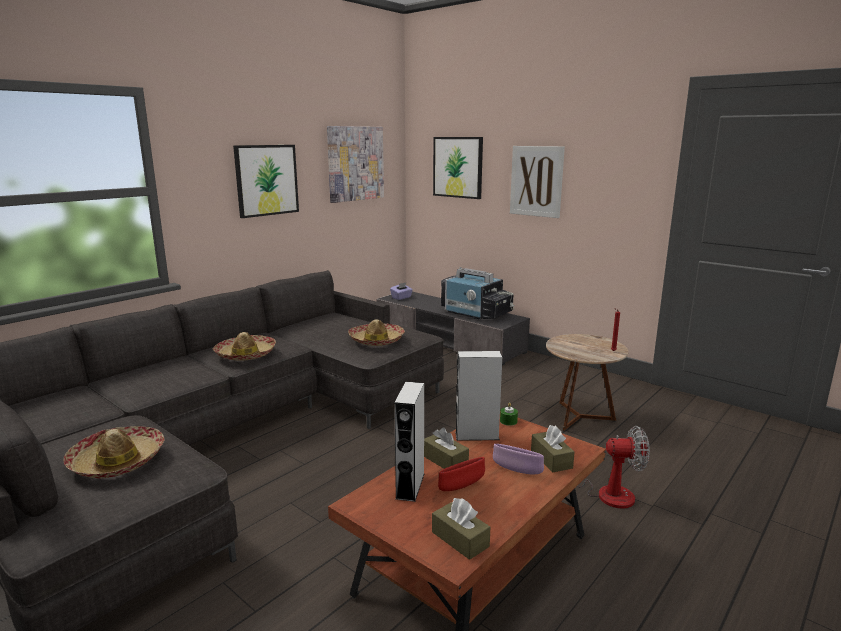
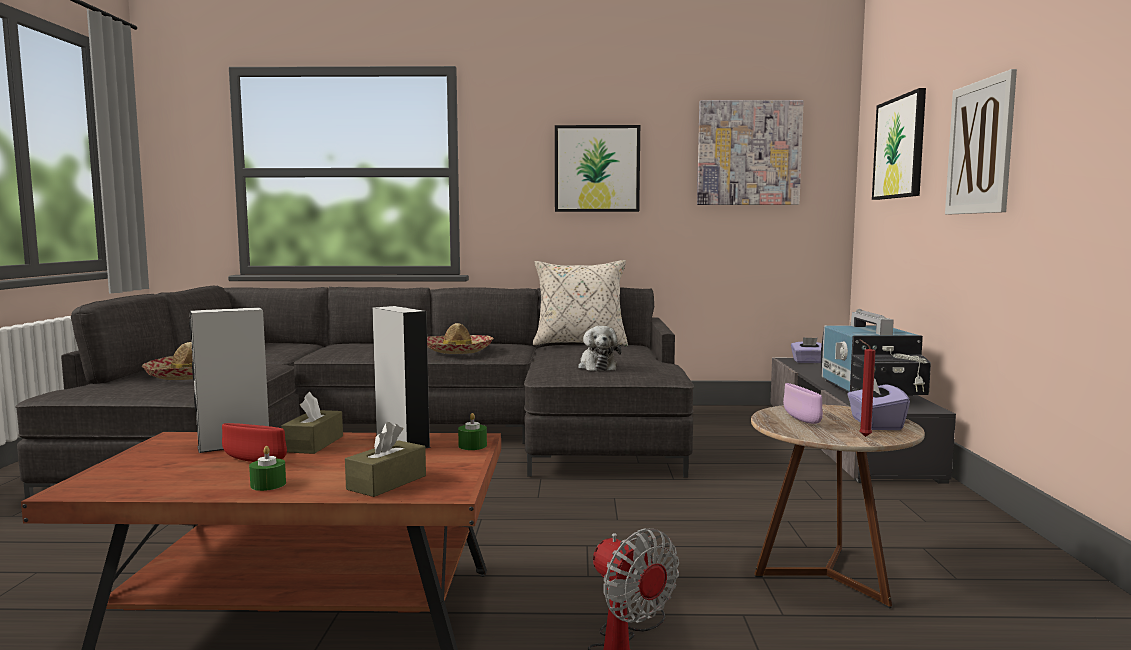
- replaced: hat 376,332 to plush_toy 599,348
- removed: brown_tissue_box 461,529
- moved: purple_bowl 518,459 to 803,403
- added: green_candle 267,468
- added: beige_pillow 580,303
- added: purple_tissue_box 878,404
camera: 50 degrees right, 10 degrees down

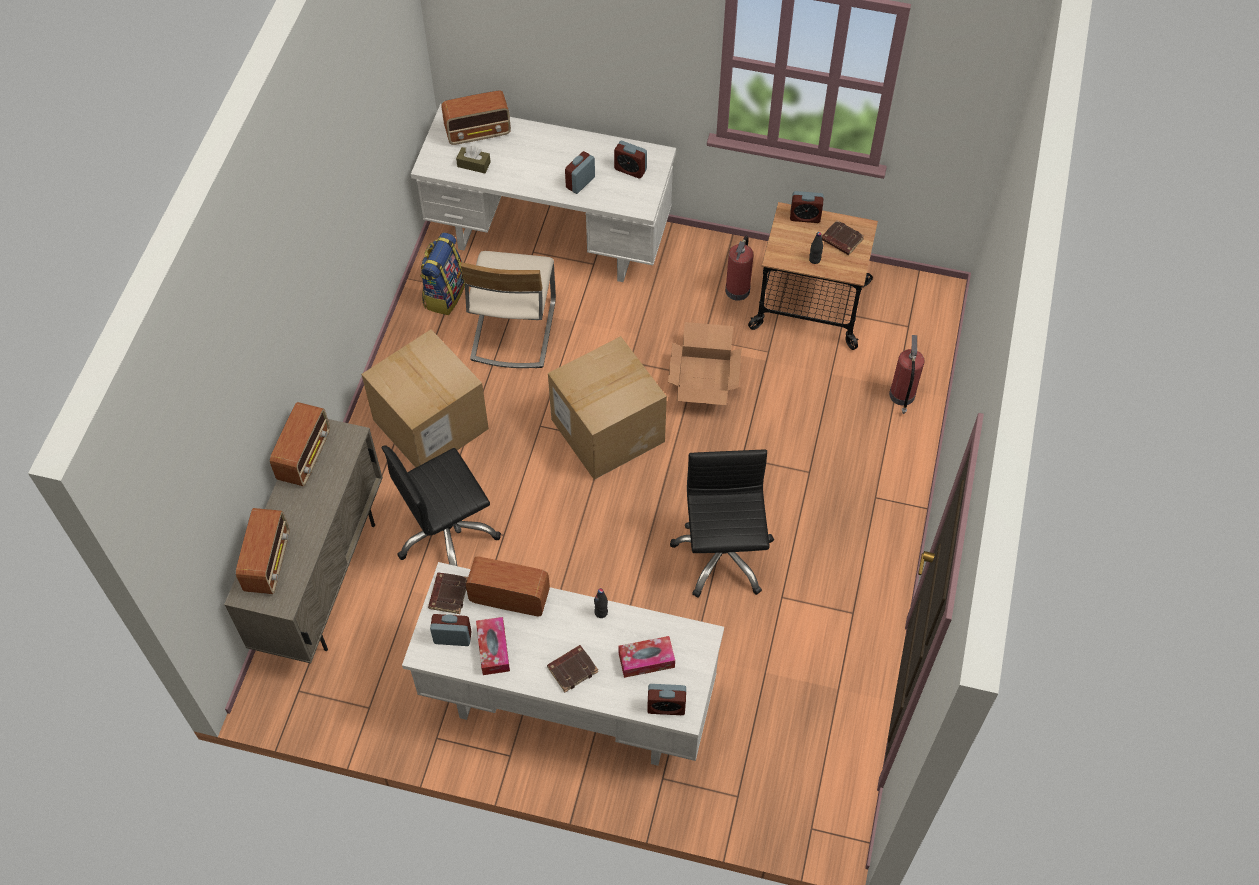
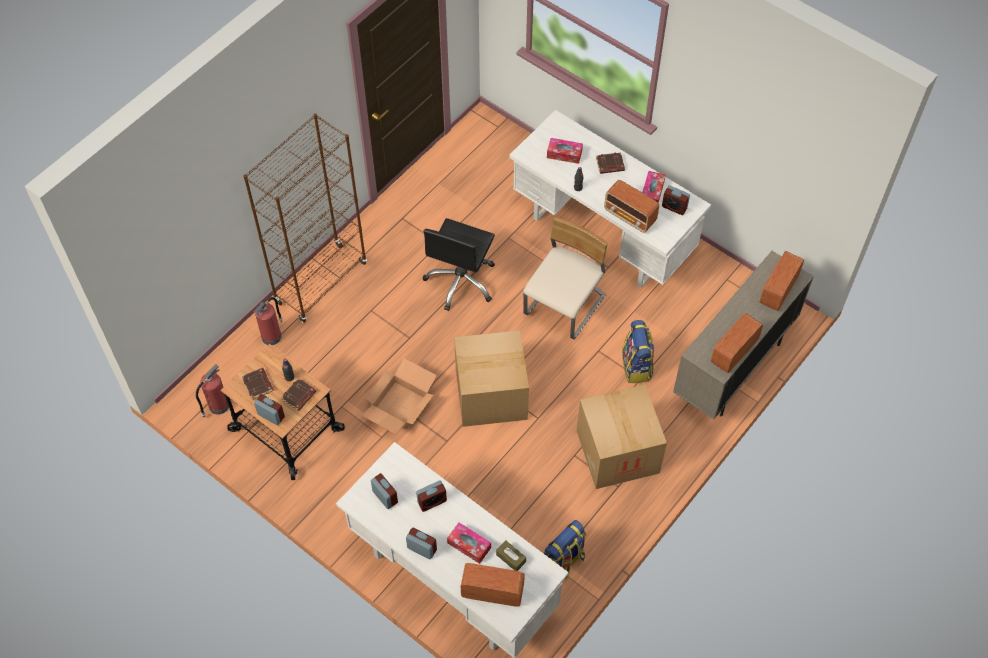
- replaced: black_office_chair 441,505 to backpack 638,351
- moved: brown_book 448,593 to 298,394
- moved: beige_chair 508,309 to 565,278
- moved: alarm_clock 666,699 to 421,543
- moved: fire_extinguisher 739,268 to 212,390
- added: brown_bookcase 305,218
- added: tissue_box 469,543
camera: 155 degrees left, 0 degrees up

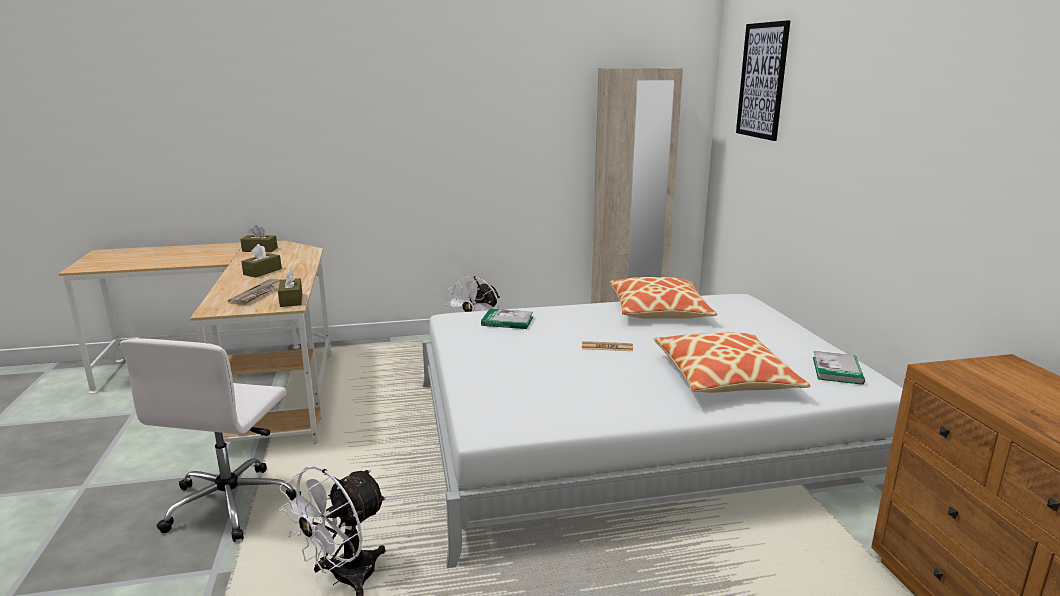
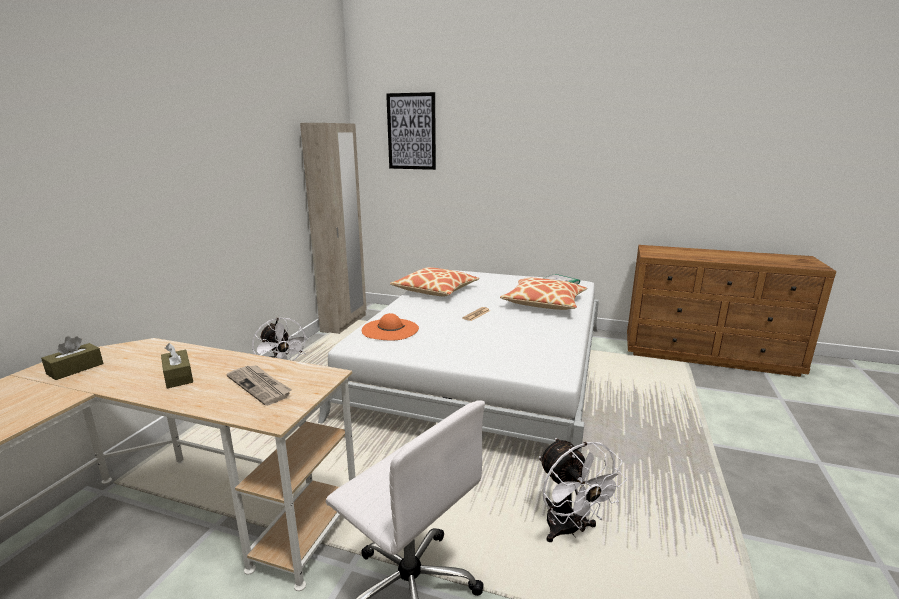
- removed: brown_tissue_box 290,288
- replaced: book 507,319 to orange_hat 390,326
camera: 60 degrees left, 0 degrees up

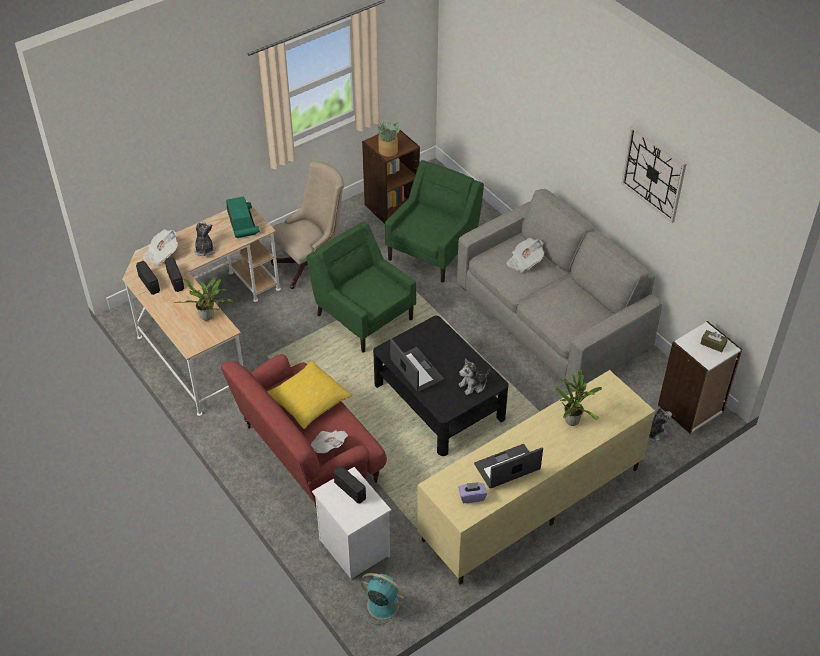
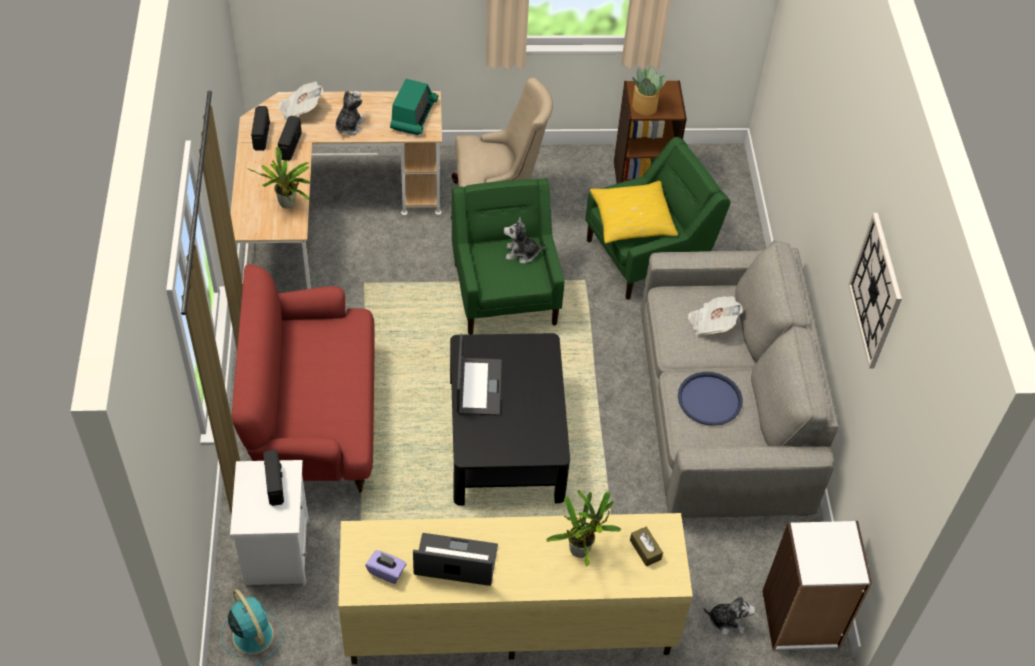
- moved: yellow_pillow 309,394 to 634,212
- removed: newspaper 329,441
- moved: plush_toy 474,376 to 525,240
- moved: brown_tissue_box 714,341 to 646,546
- added: blue_tray 710,399
camera: 30 degrees right, 5 degrees up

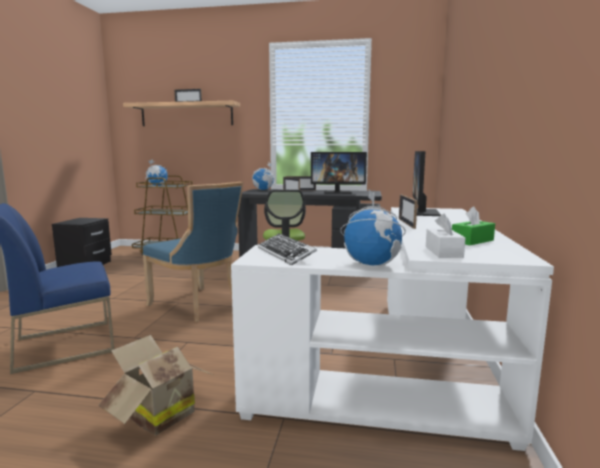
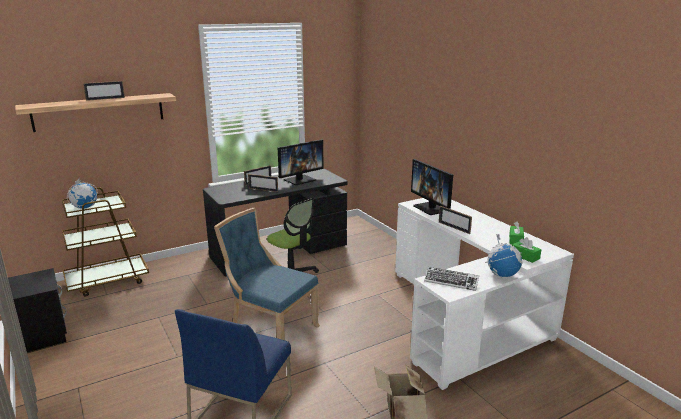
- turned: blue_chair 193,252 = 267,274 150 degrees counterclockwise
- removed: globe 263,176
- recoloured: white_tissue_box 445,235 to green_tissue_box 527,250
camera: 40 degrees left, 10 degrees up

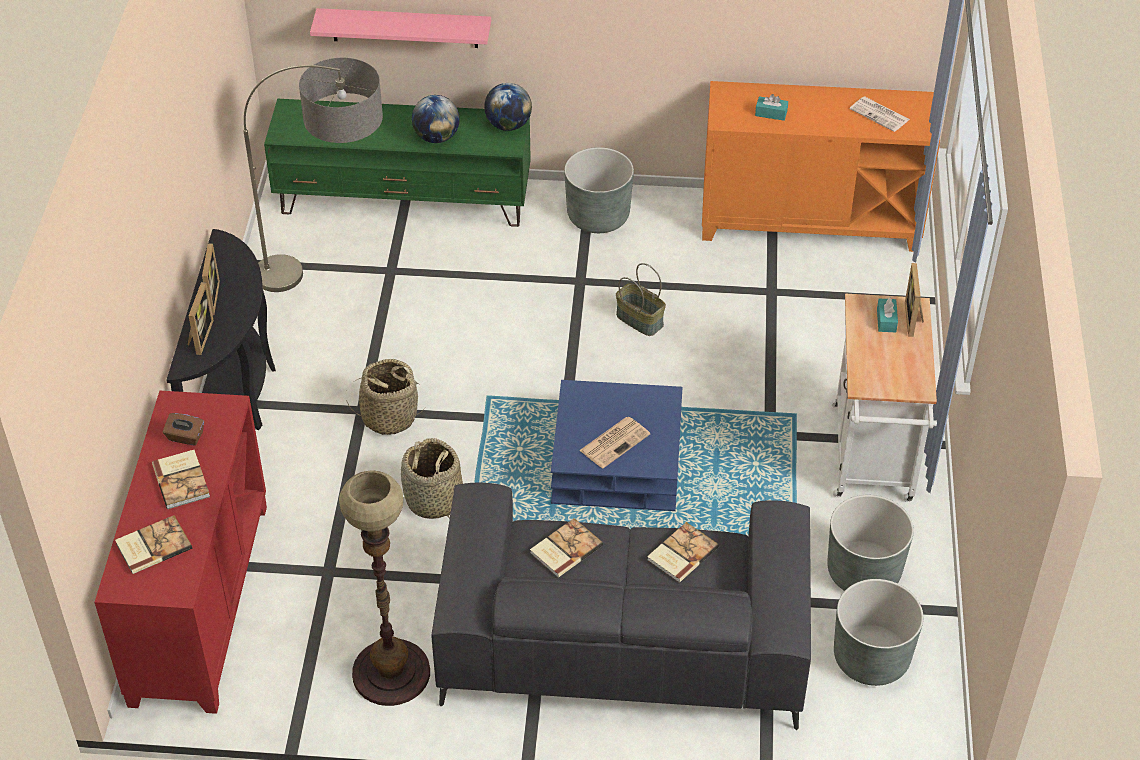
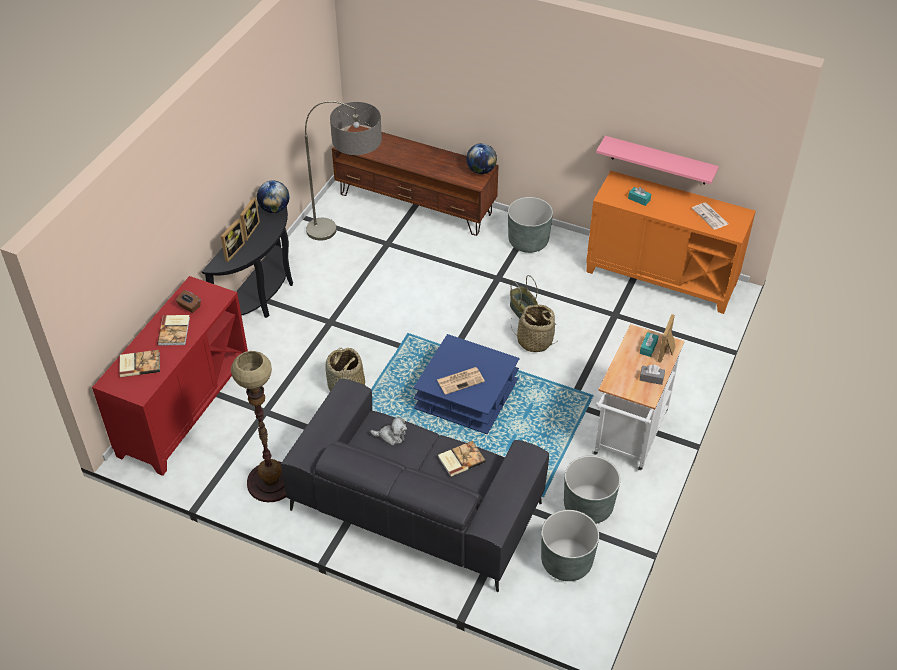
- recoloured: green_tv_stand 397,163 to brown_tv_stand 415,180
- moved: pink_shelf 400,28 to 657,160
- moved: basket 385,397 to 533,328
- moved: globe 436,119 to 273,197
- replaced: book 566,548 to plush_toy 388,431
- added: grey_tissue_box 652,375
camera: 20 degrees right, 0 degrees up

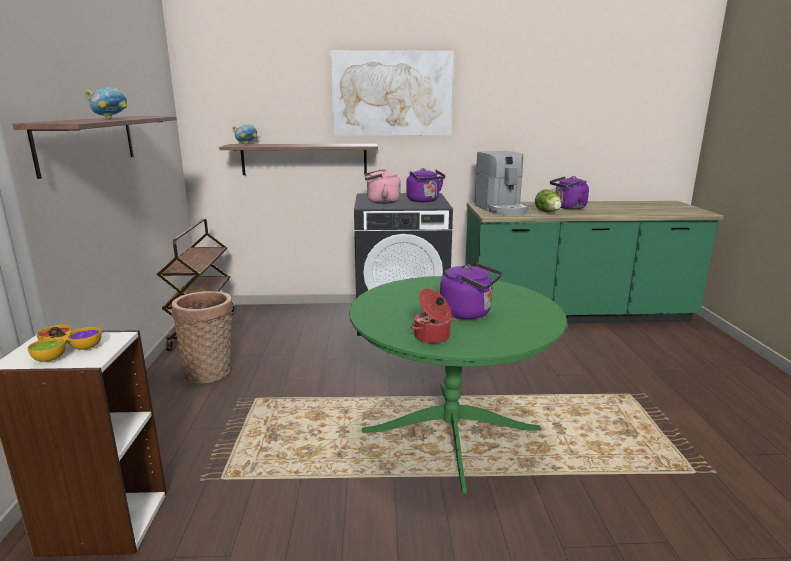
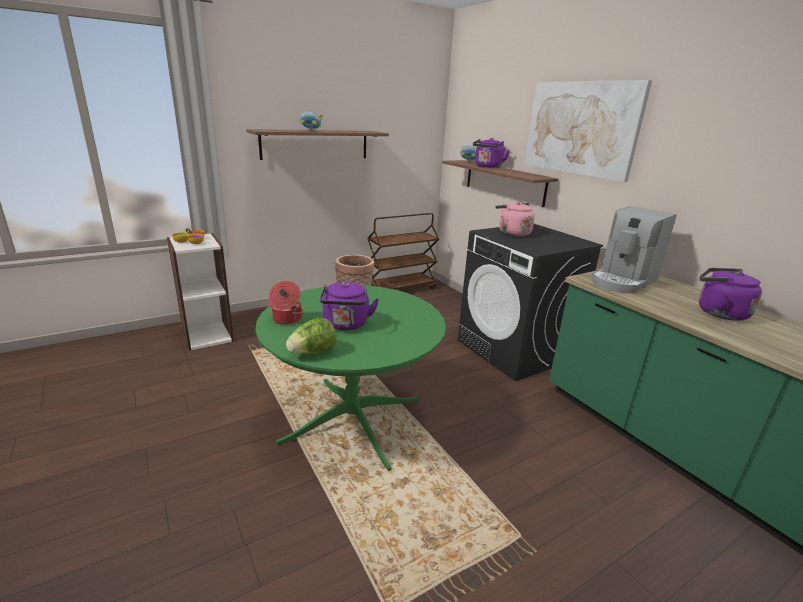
- moved: purple_kettle 425,185 to 491,153
- moved: lettuce 548,200 to 311,335
camera: 60 degrees right, 5 degrees up

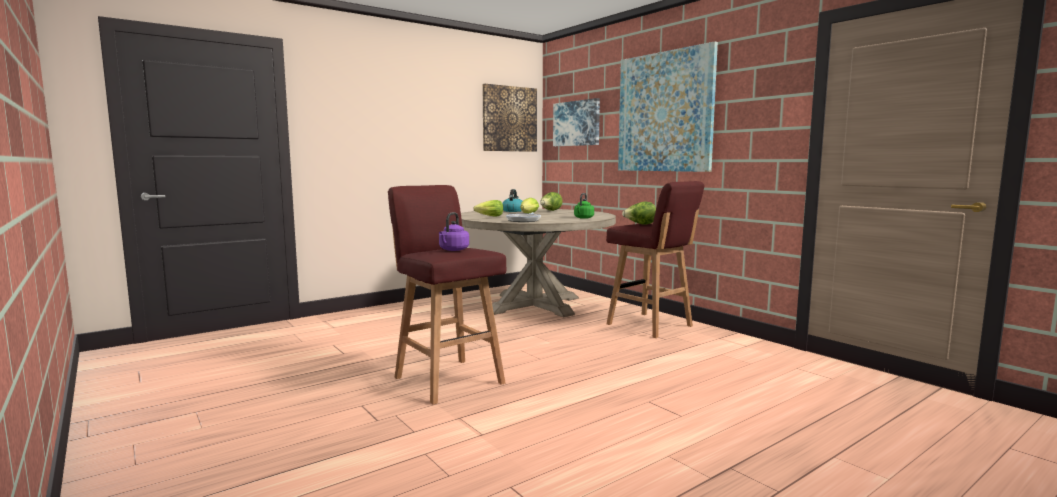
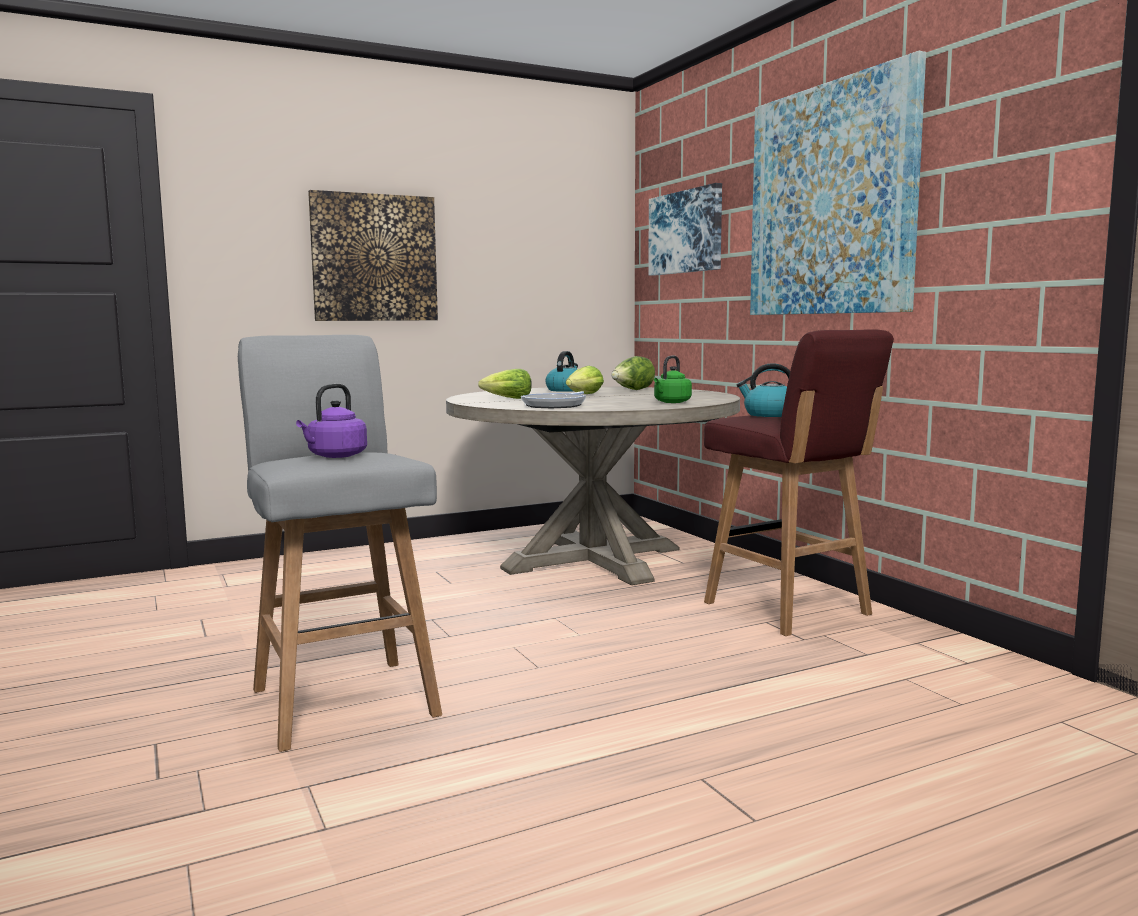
- recoloured: red_stool 447,295 to grey_stool 340,543
- moved: picture 509,118 to 373,255
- replaced: lettuce 639,213 to kettle 763,390
camera: 10 degrees right, 0 degrees up

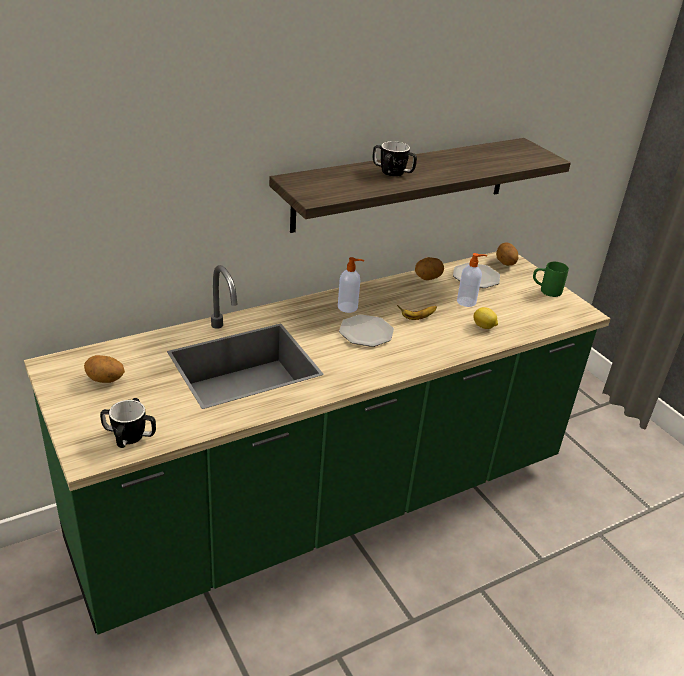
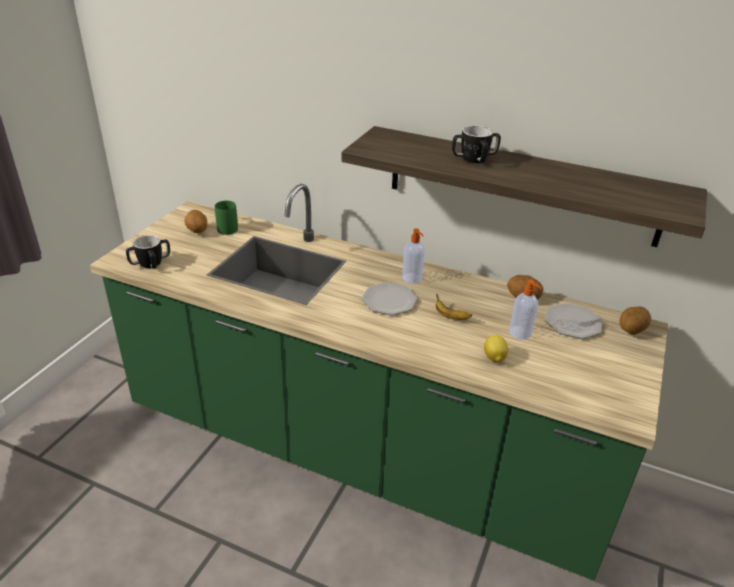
- moved: green_mug 551,279 to 226,218
camera: 55 degrees right, 0 degrees up

